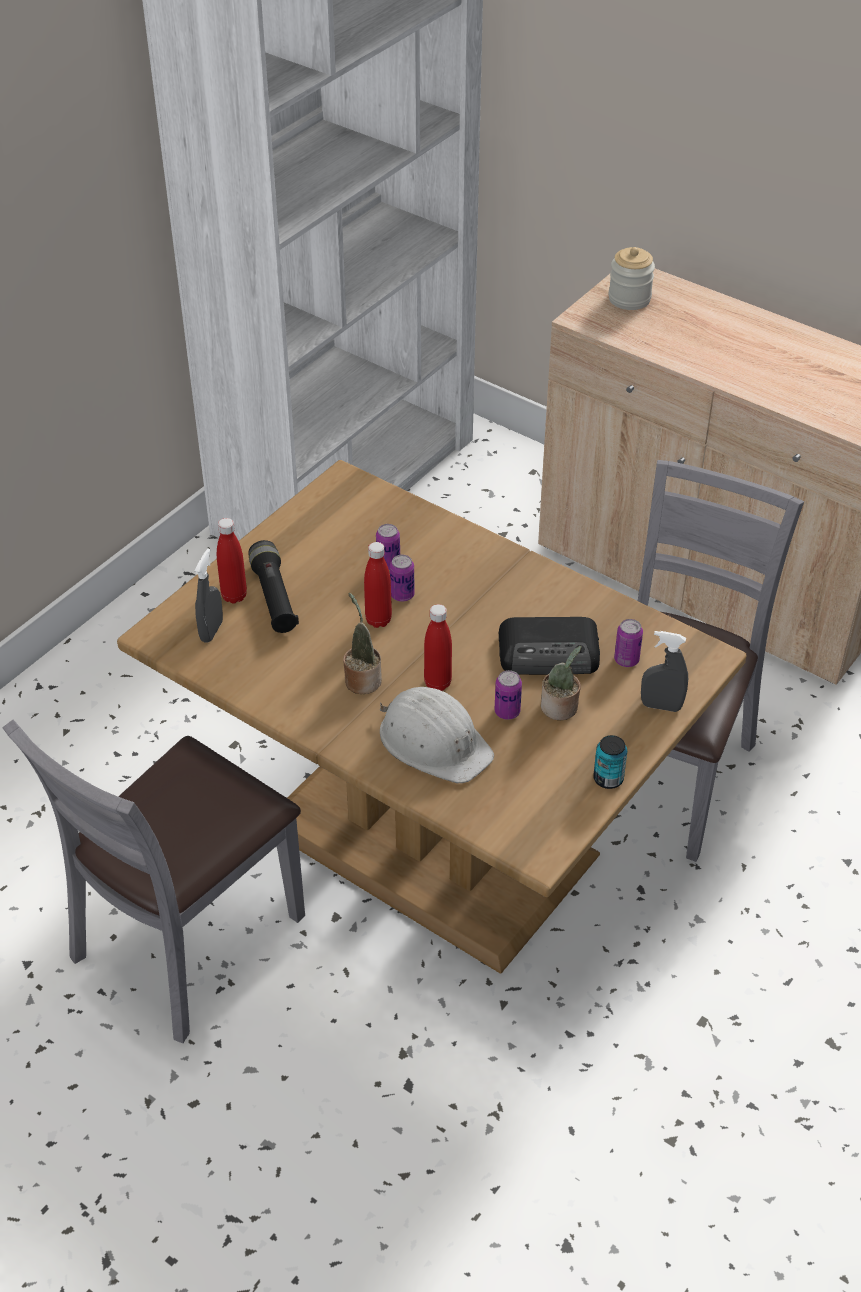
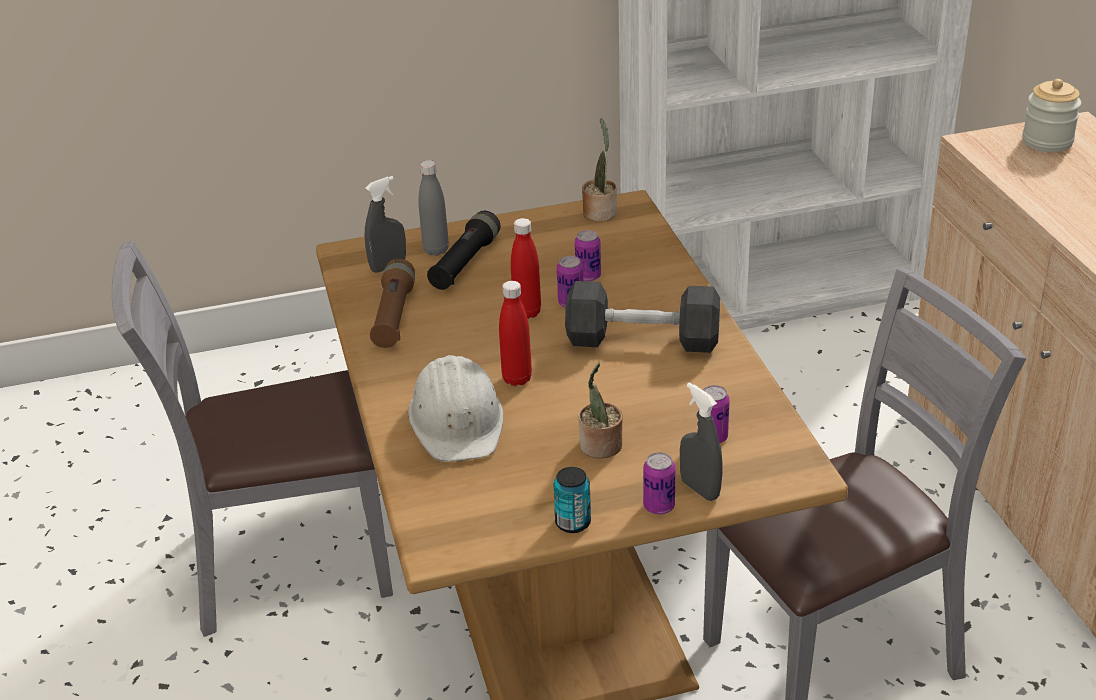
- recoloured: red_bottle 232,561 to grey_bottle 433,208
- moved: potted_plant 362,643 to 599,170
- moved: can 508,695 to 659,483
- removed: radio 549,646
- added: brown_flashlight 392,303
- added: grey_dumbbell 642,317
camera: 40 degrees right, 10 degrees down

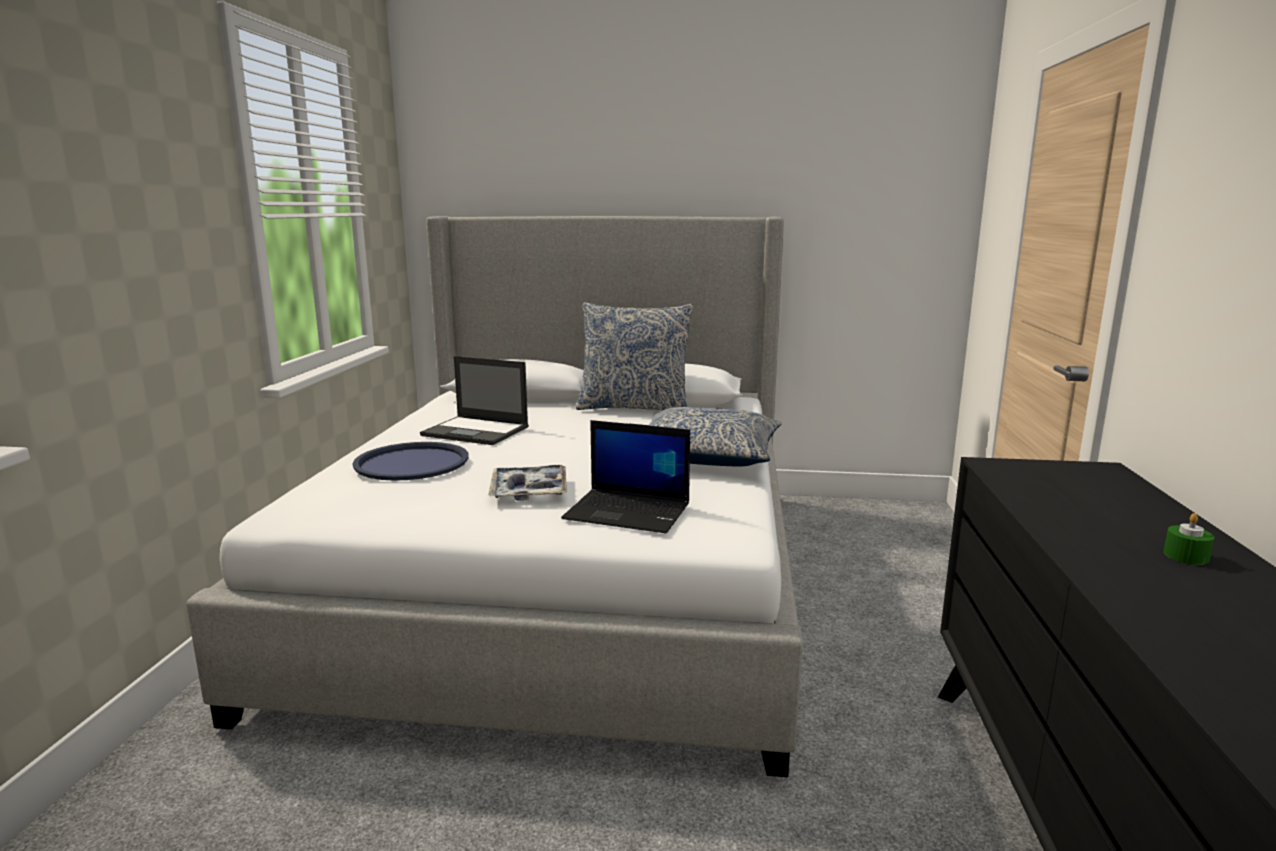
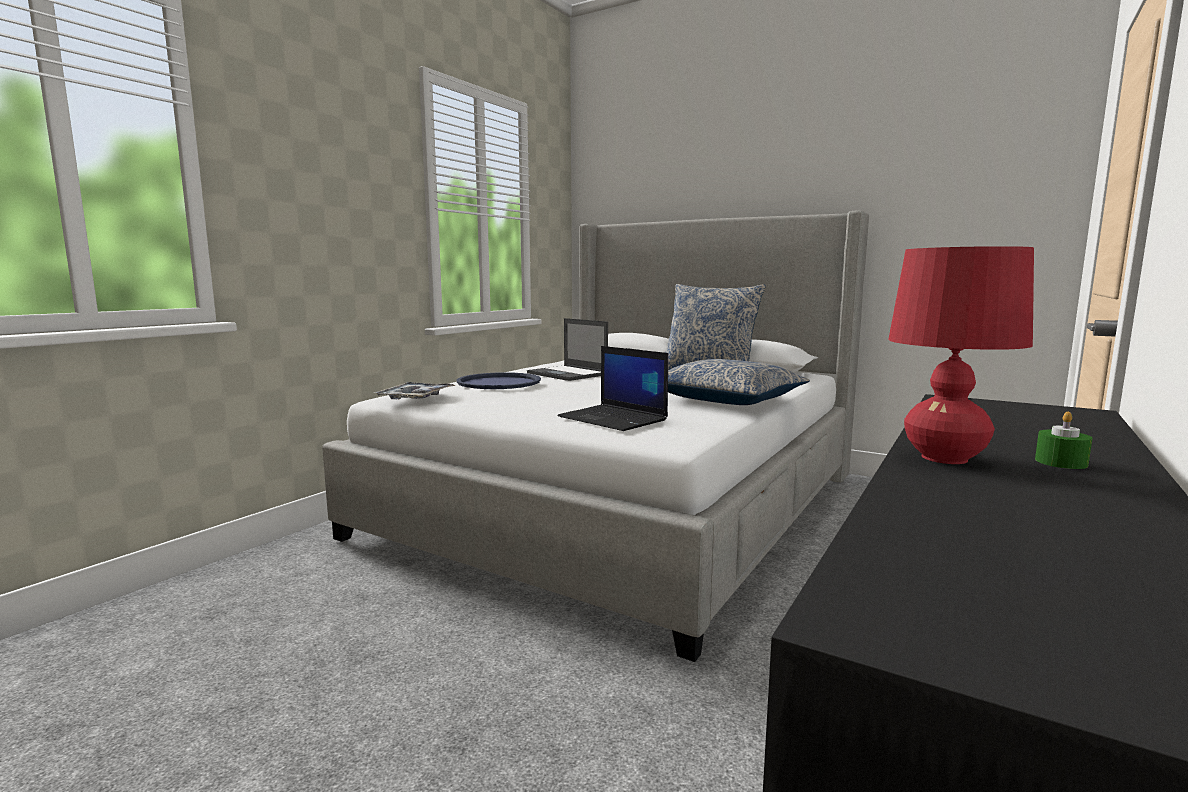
- moved: tray 527,483 to 415,390
- added: red_table_lamp 961,355
camera: 25 degrees right, 5 degrees down

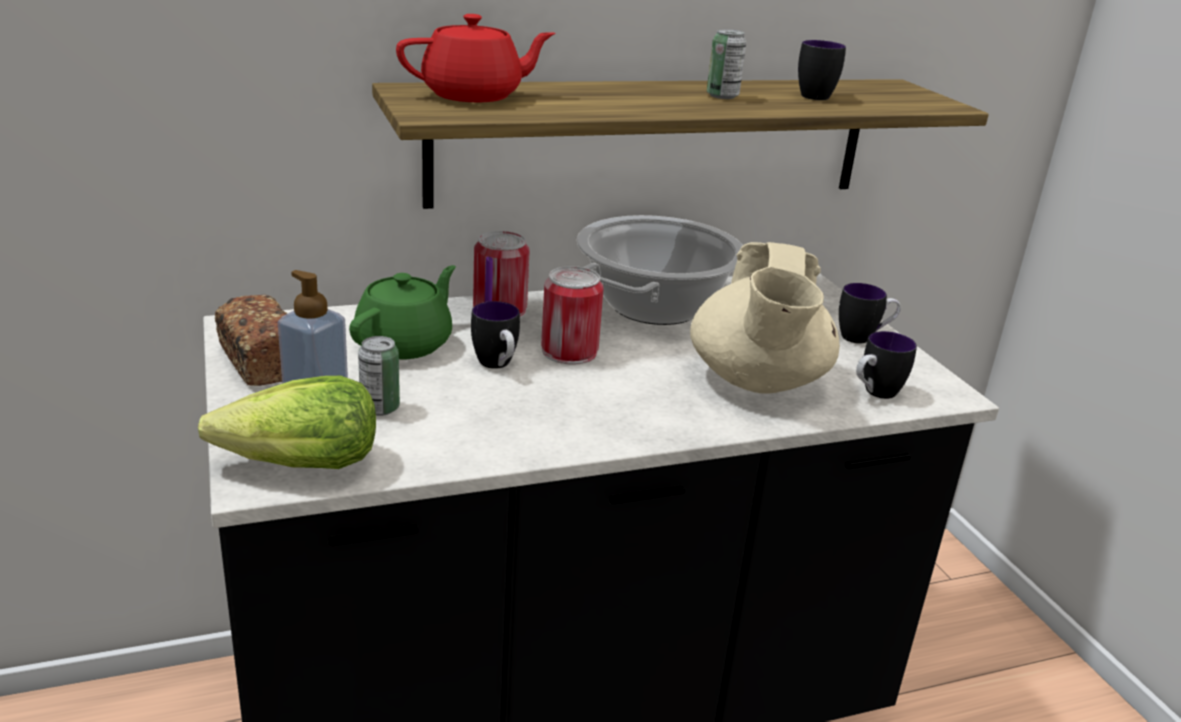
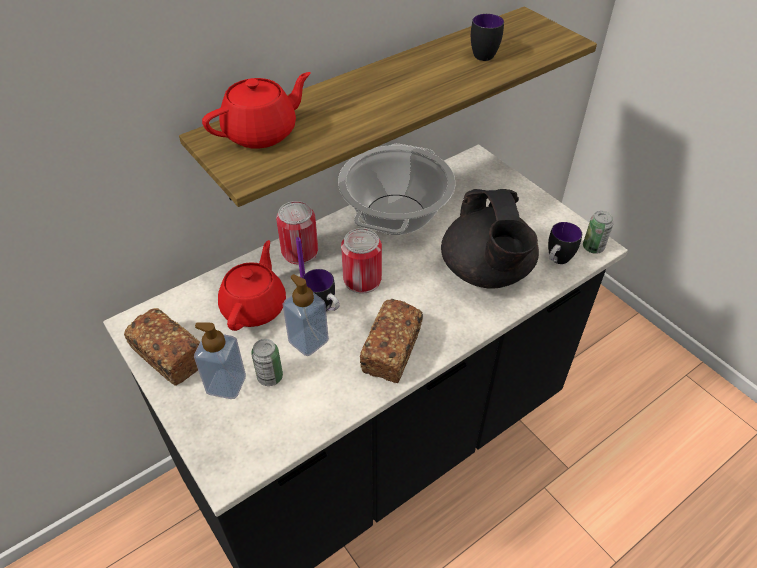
- removed: lettuce 287,422
- recoloured: green_teapot 402,312 to red_teapot 252,285
- recoloured: beige_teapot 765,318 to black_teapot 490,239
- moved: can 726,64 to 598,232
- removed: mug 870,313
- added: soap_dispenser 305,315
- added: bread 391,341
camera: 15 degrees left, 20 degrees up

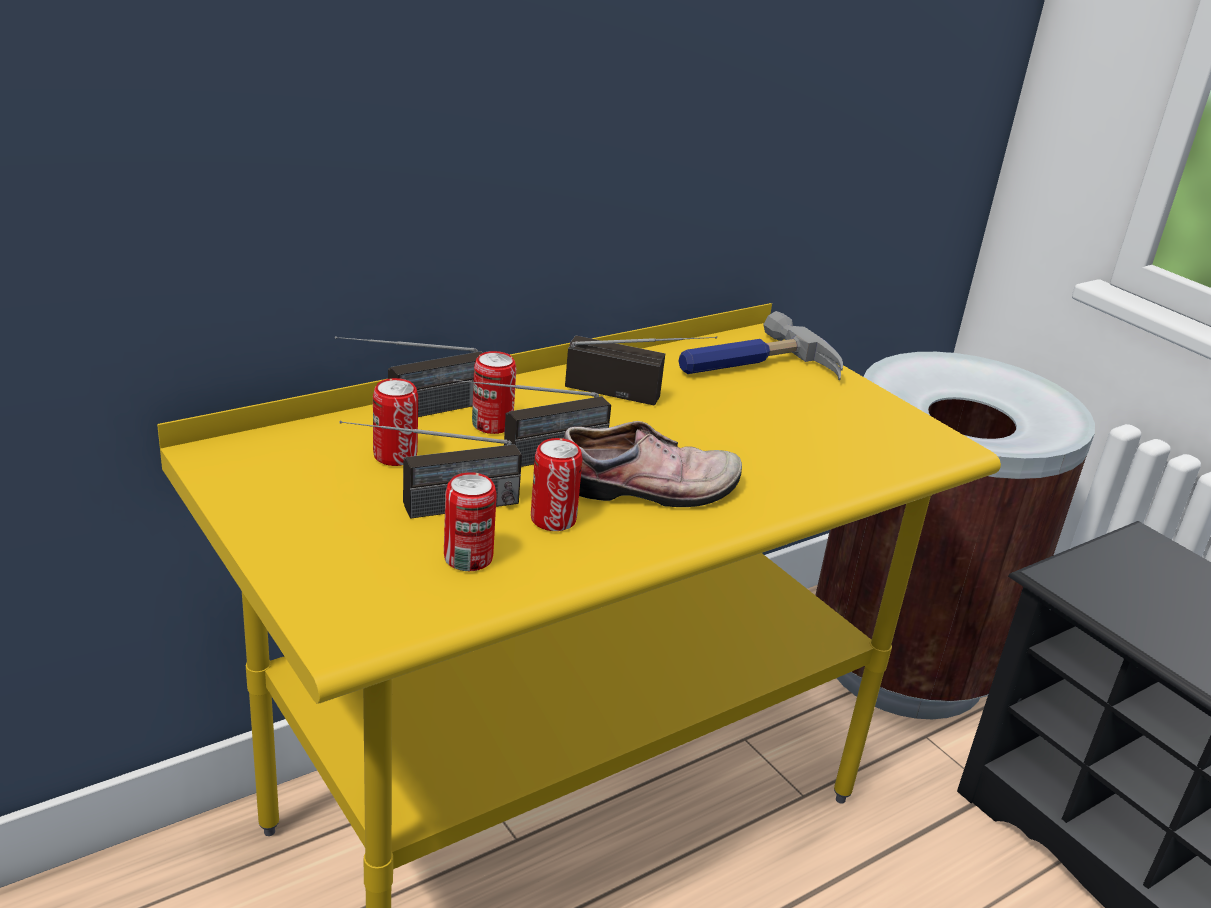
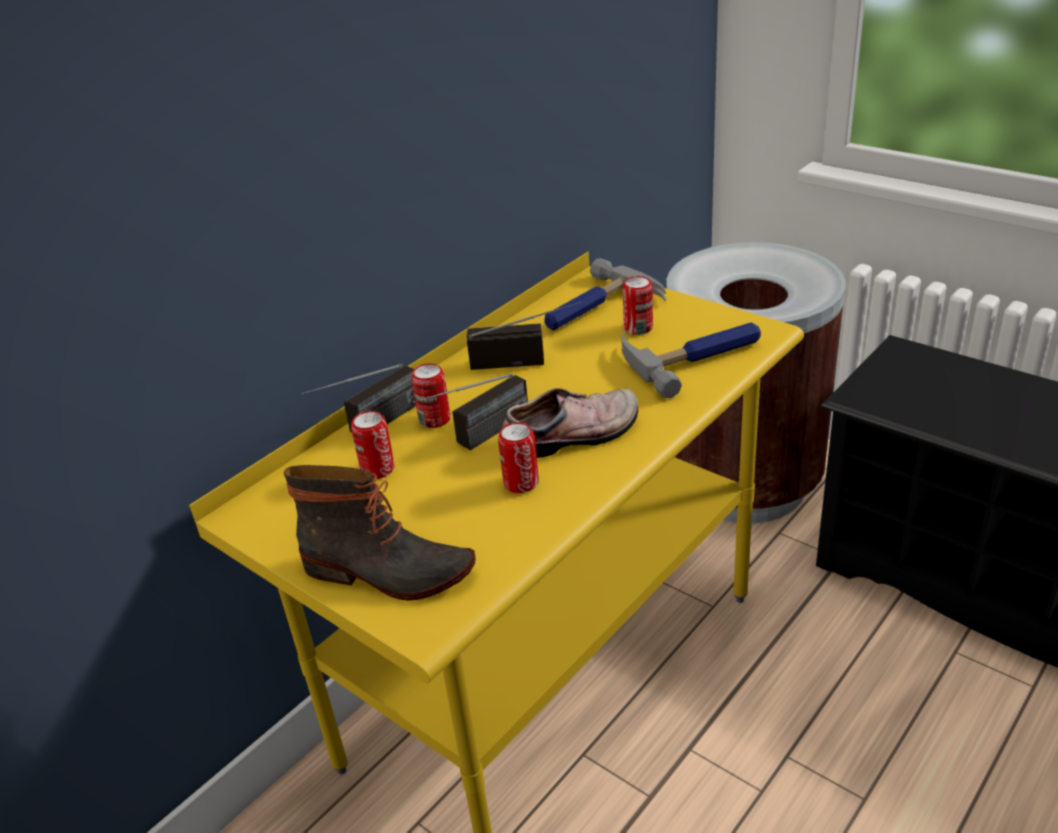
- removed: radio 431,470
- moved: can 470,521 to 638,305
- added: boot 380,533
- added: hammer 691,360
camera: 10 degrees left, 5 degrees up

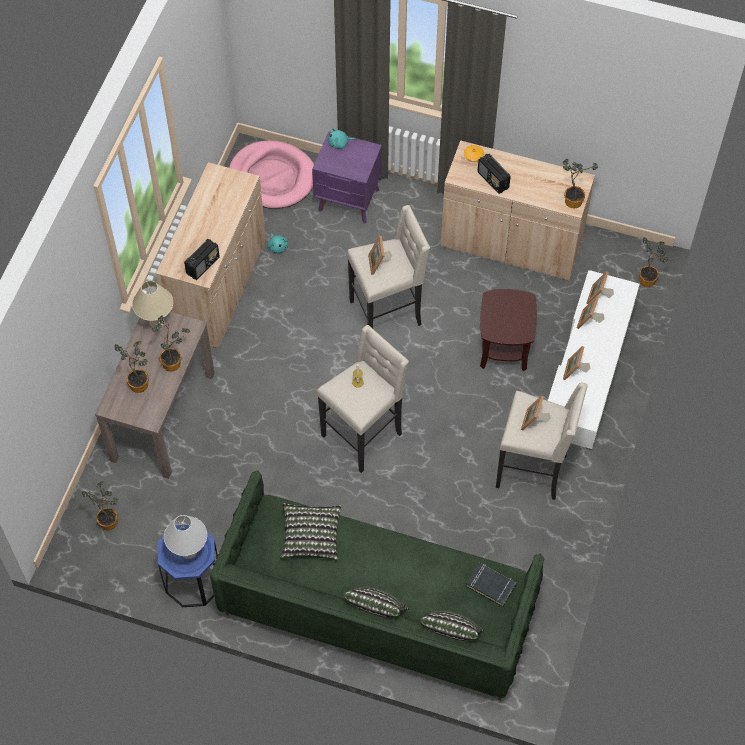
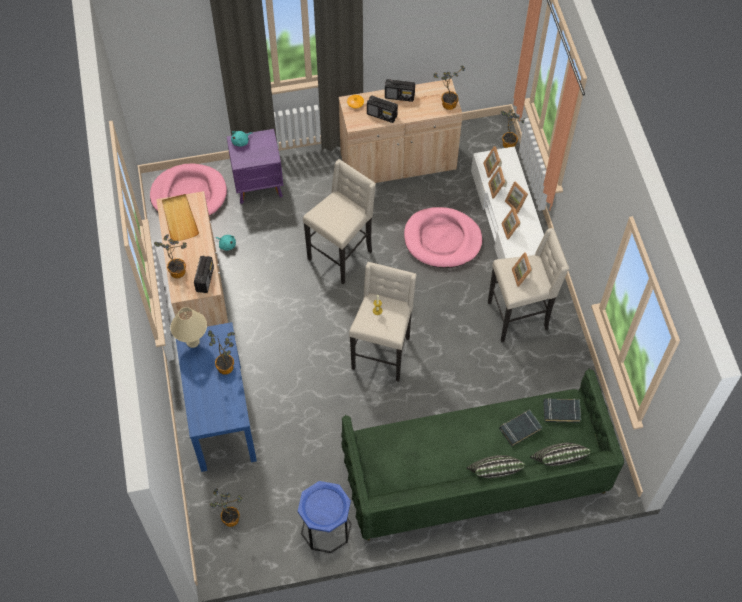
- recoloured: brown_console_table 155,395 to blue_console_table 216,397
- moved: potted_plant 132,367 to 170,256
- removed: white_table_lamp 185,537
- removed: pillow 310,531
- moved: picture_frame 380,255 to 516,197
- replaced: brown_side_table 508,330 to pink_dog_bed 443,237
- added: beige_tray 180,217
- added: radio 400,90
- added: black_book 520,428
camera: 30 degrees left, 0 degrees up

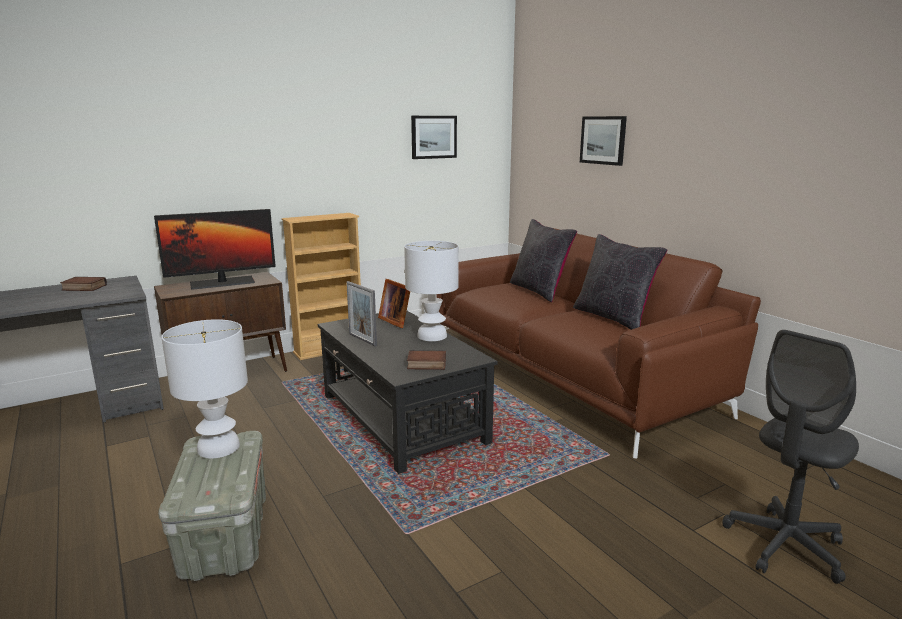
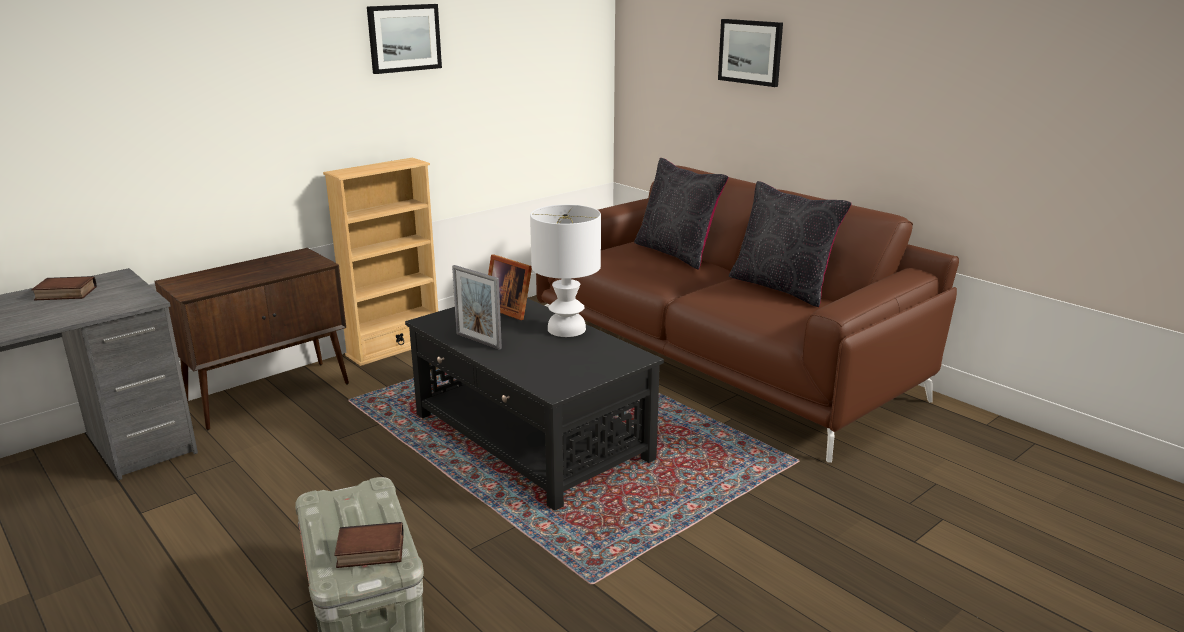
- removed: monitor 215,249
- removed: white_table_lamp 205,389
- moved: book 426,360 to 369,545
- moved: picture 434,137 to 404,39
- removed: grey_office_chair 790,457
camera: 10 degrees left, 5 degrees up

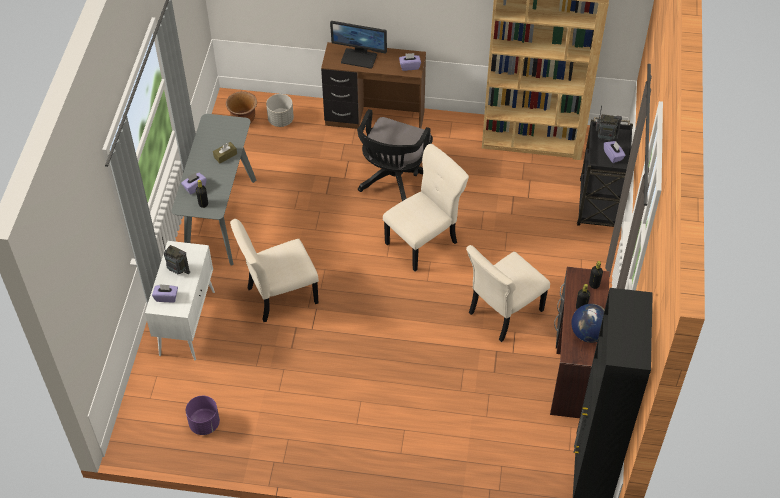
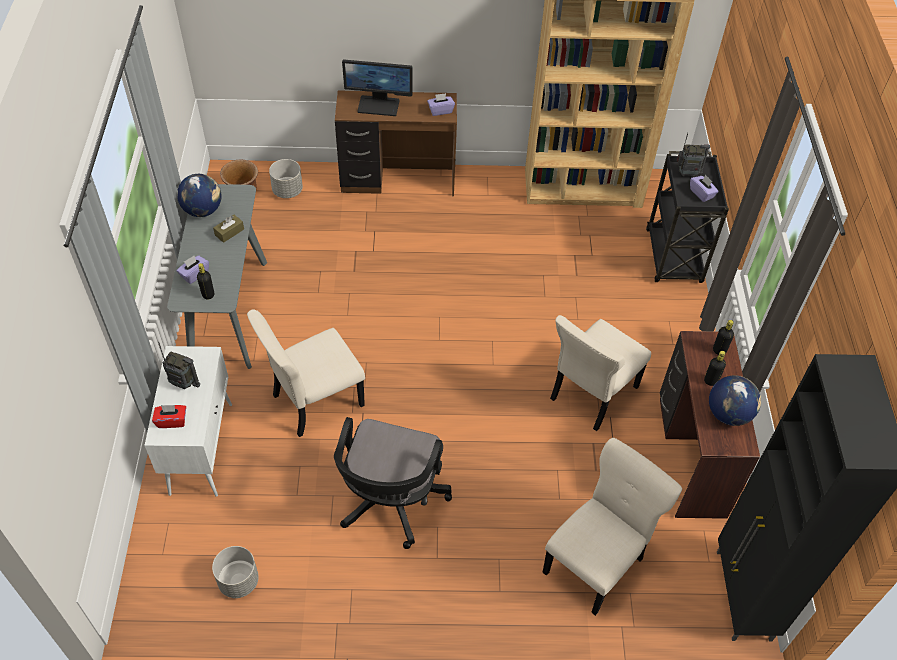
- recoloured: purple_tissue_box 165,293 to red_tissue_box 169,416
- recoloured: purple_planter 203,415 to grey_planter 235,572
- moved: black_office_chair 395,155 to 393,483
- moved: beige_chair 426,207 to 612,527
- added: globe 199,195
camera: 10 degrees left, 0 degrees up

